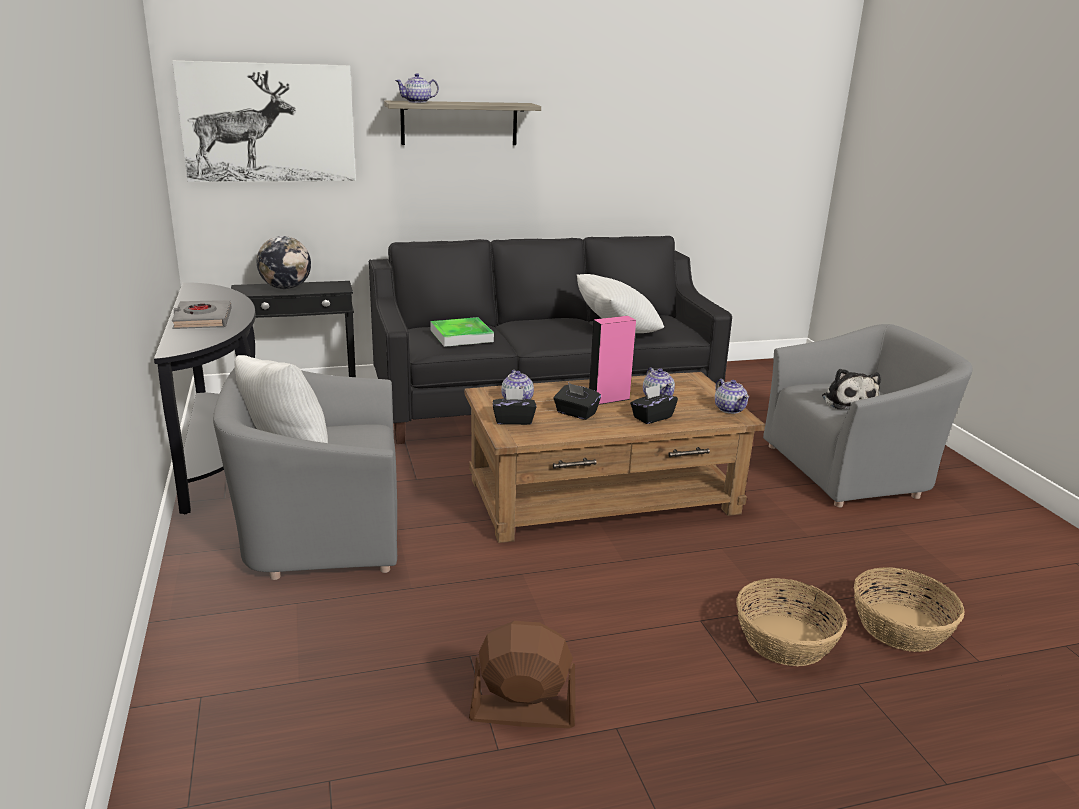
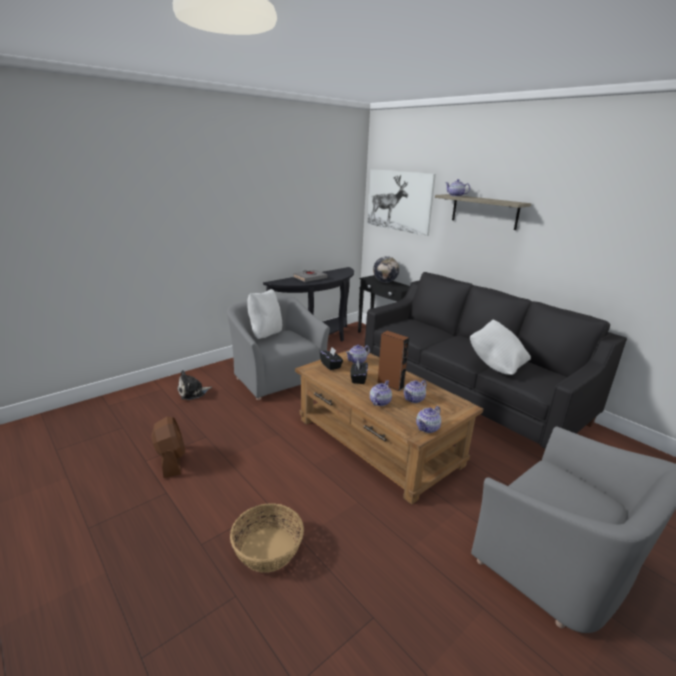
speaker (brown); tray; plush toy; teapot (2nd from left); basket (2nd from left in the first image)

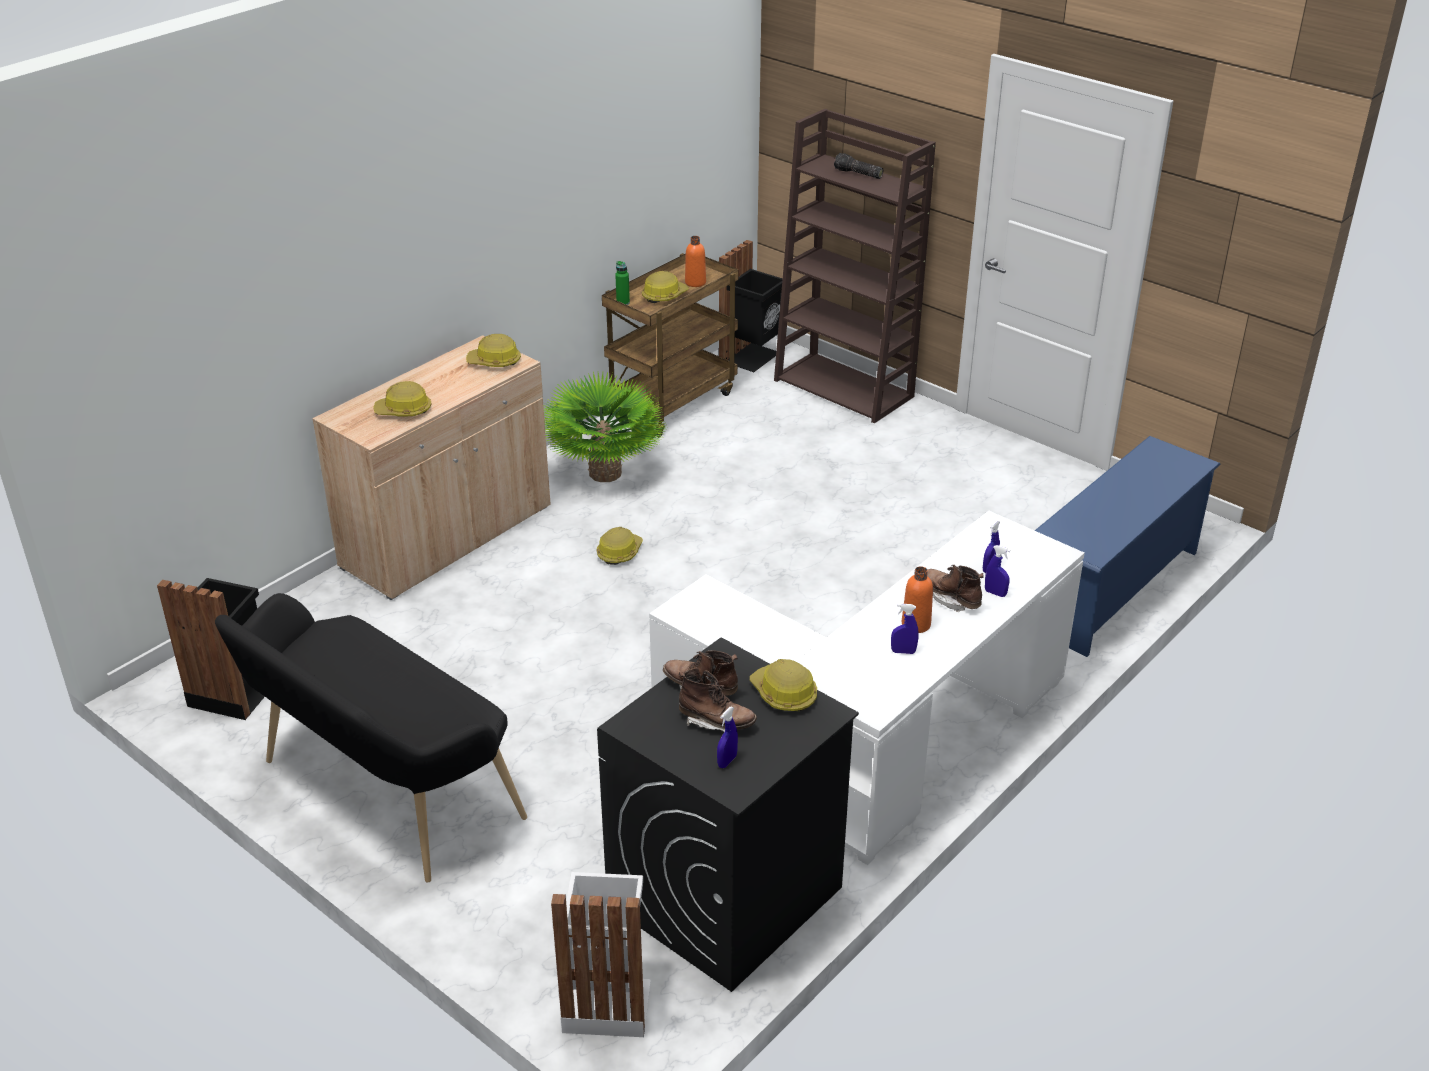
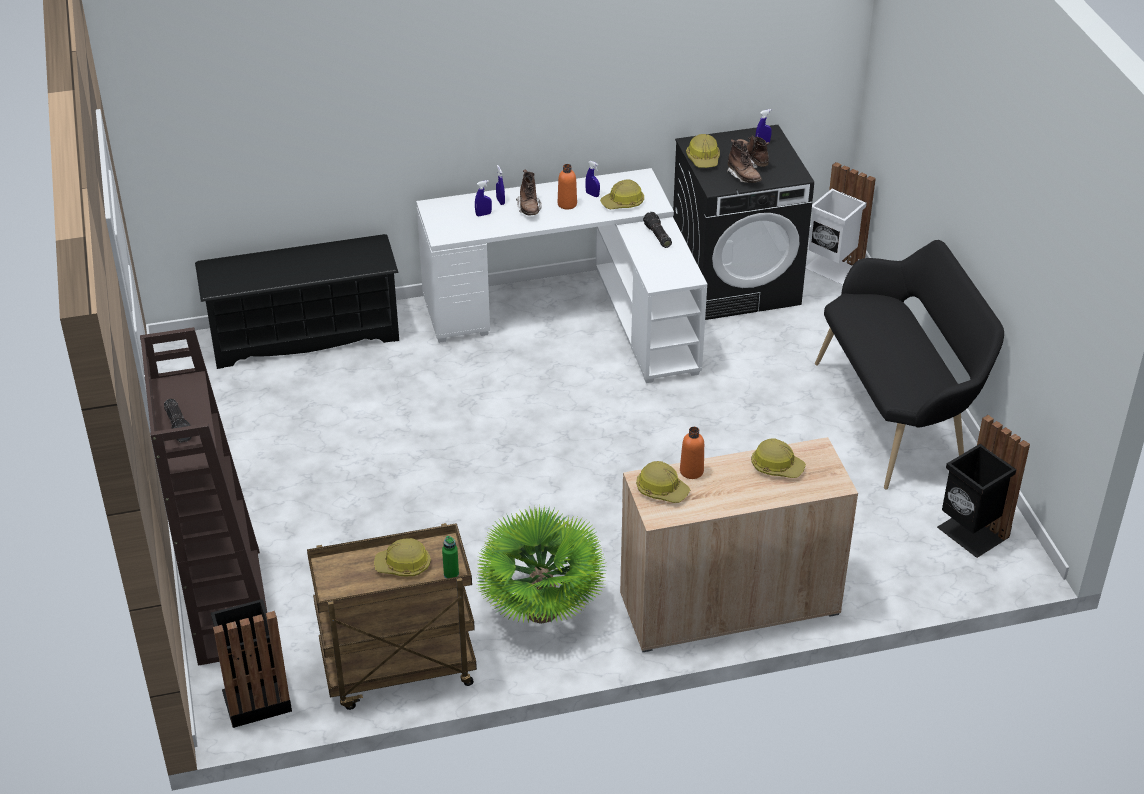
bottle (orange) (2nd from left); shoe rack (black); hard hat (2nd from left); flashlight (2nd from left)

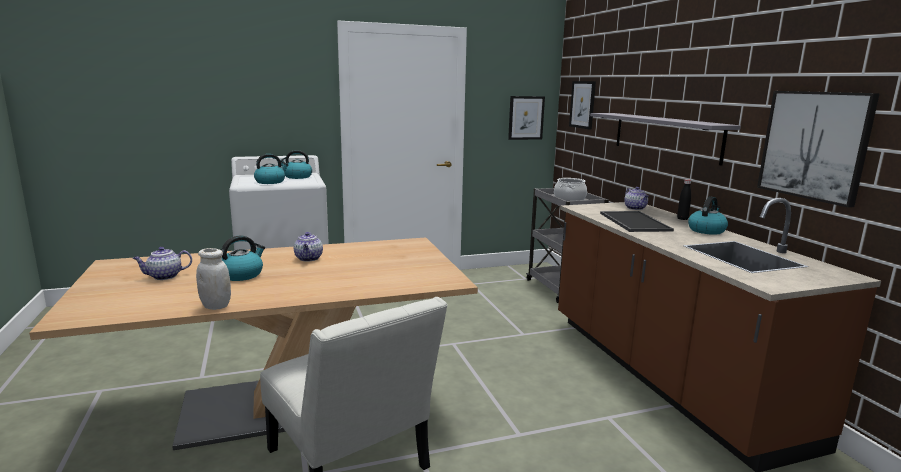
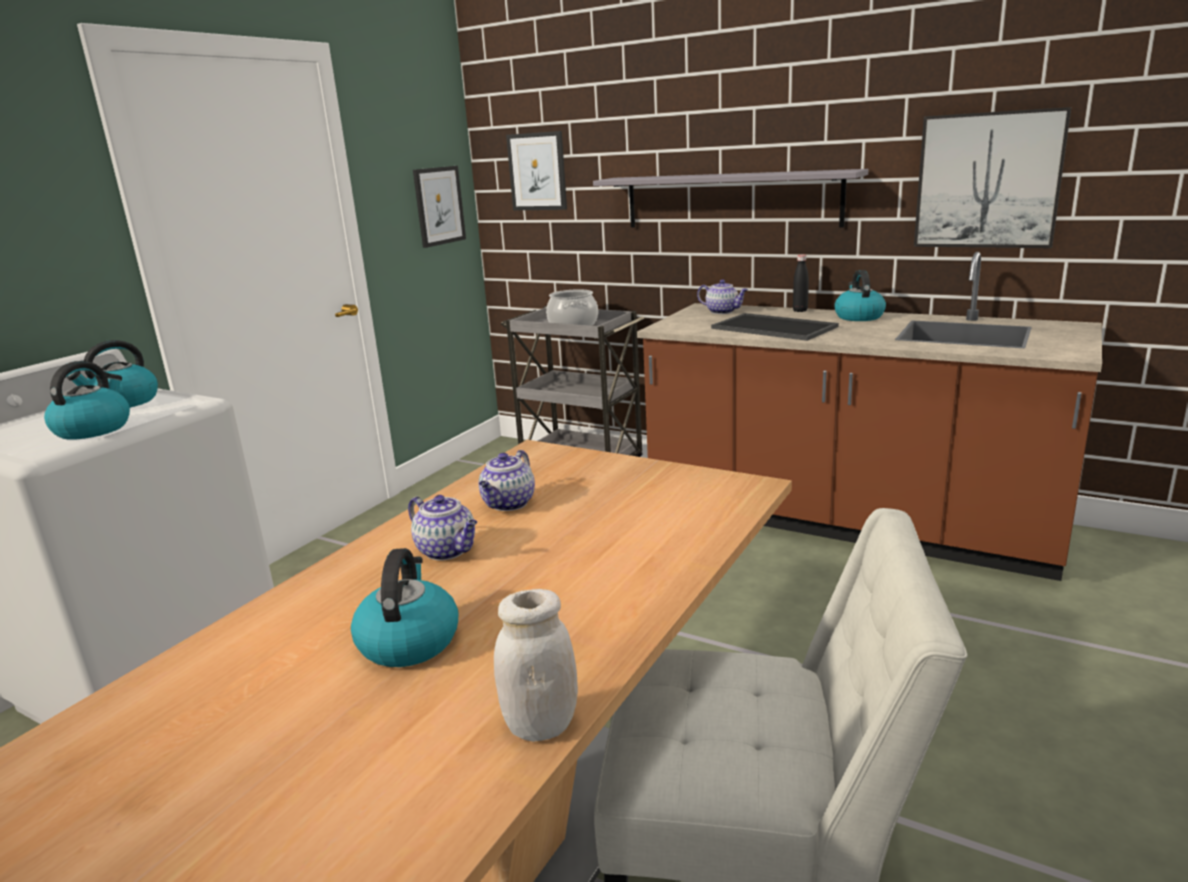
teapot (2nd from left)

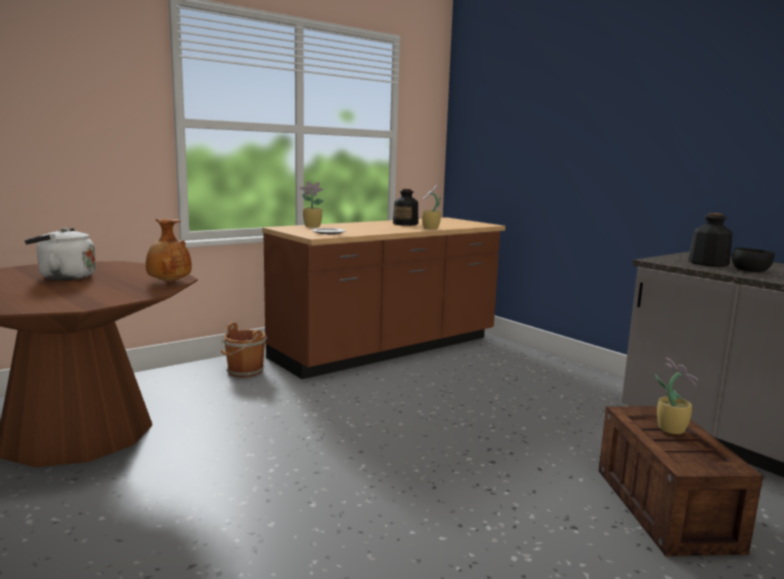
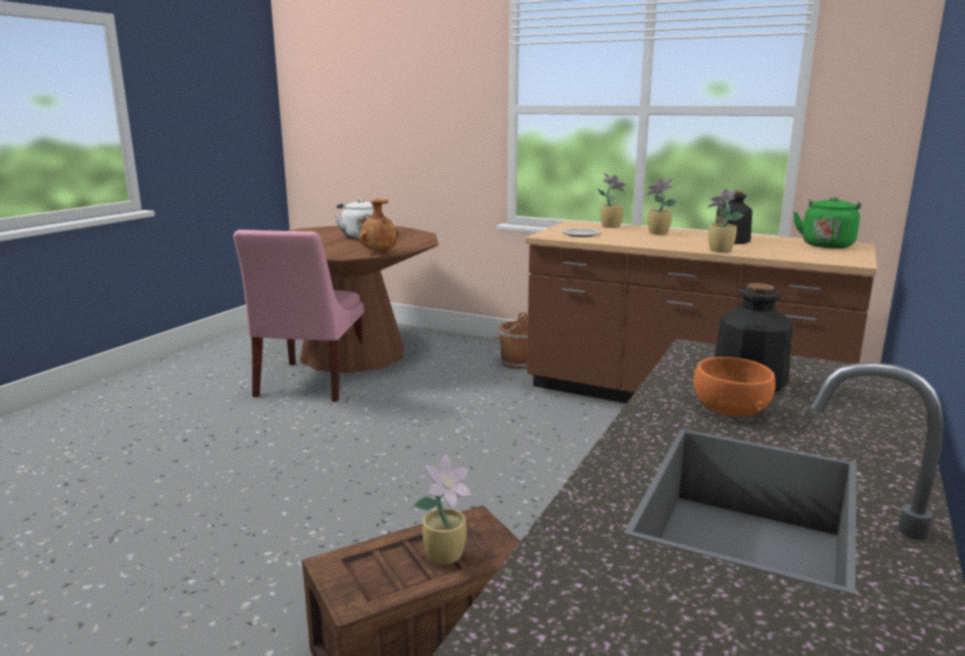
bowl (orange); potted plant (3rd from left); kettle (green); chair (pink)

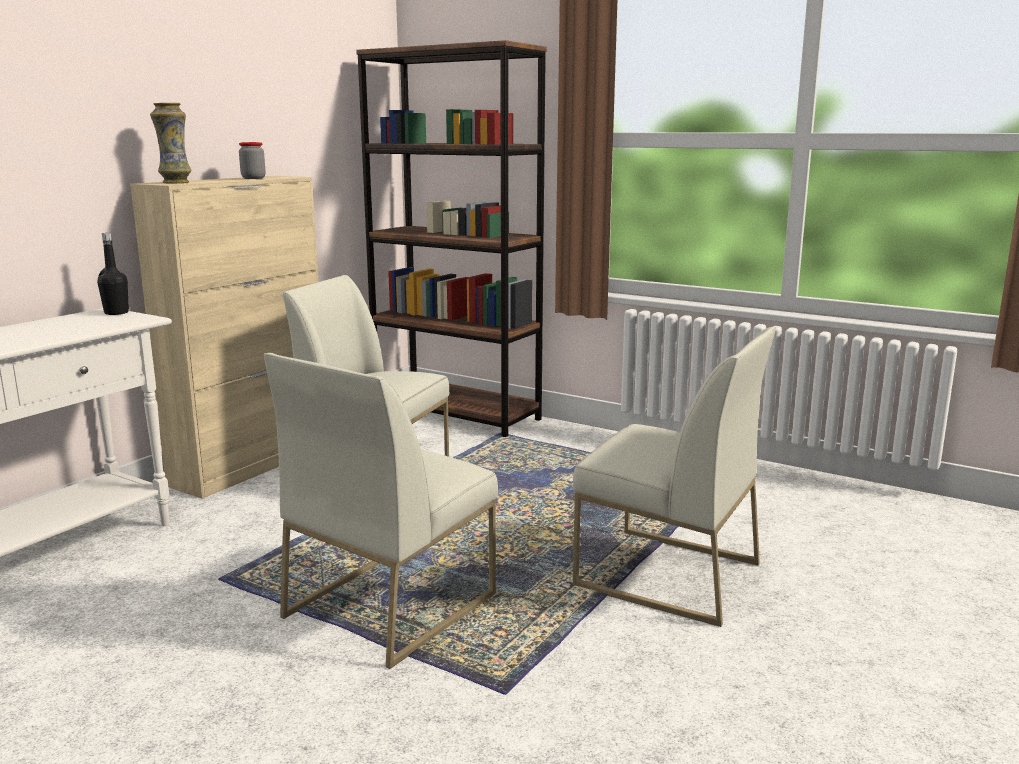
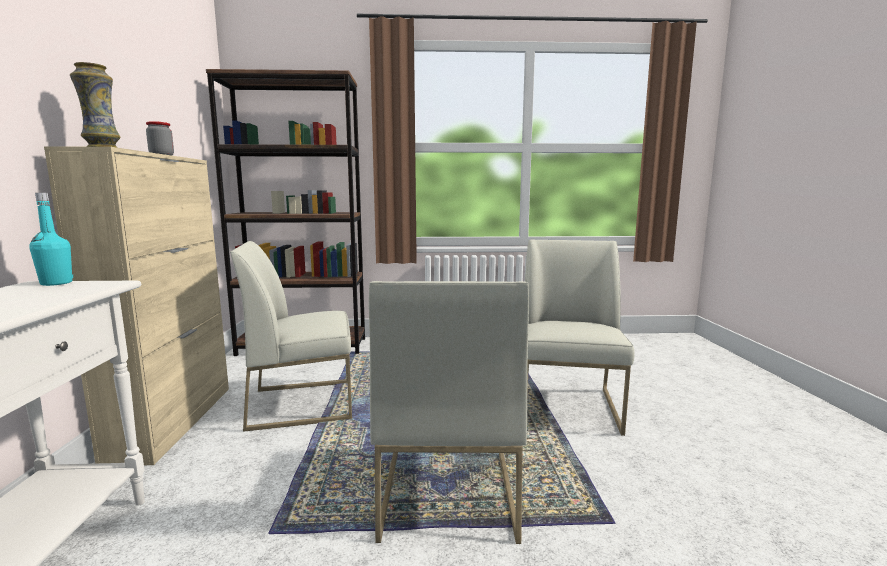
bottle (turquoise); chair (white) (3rd from left)

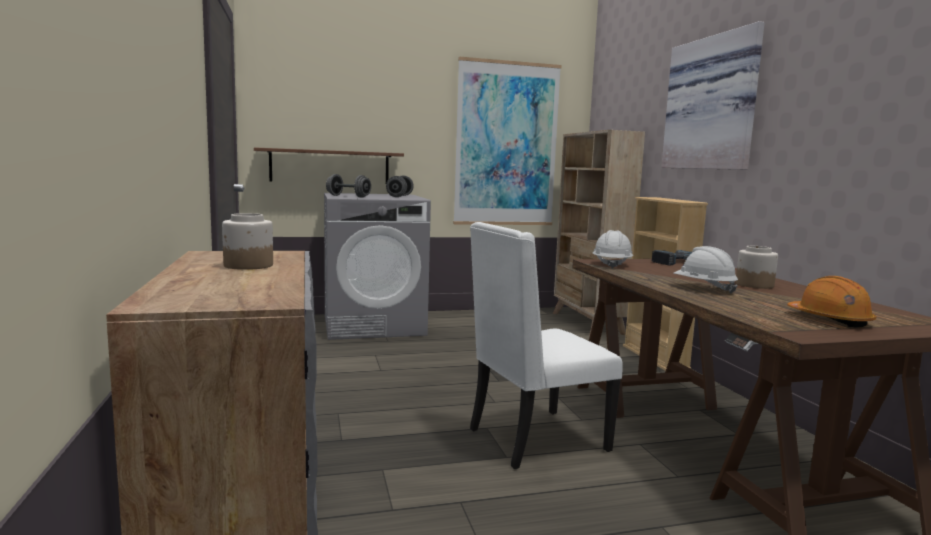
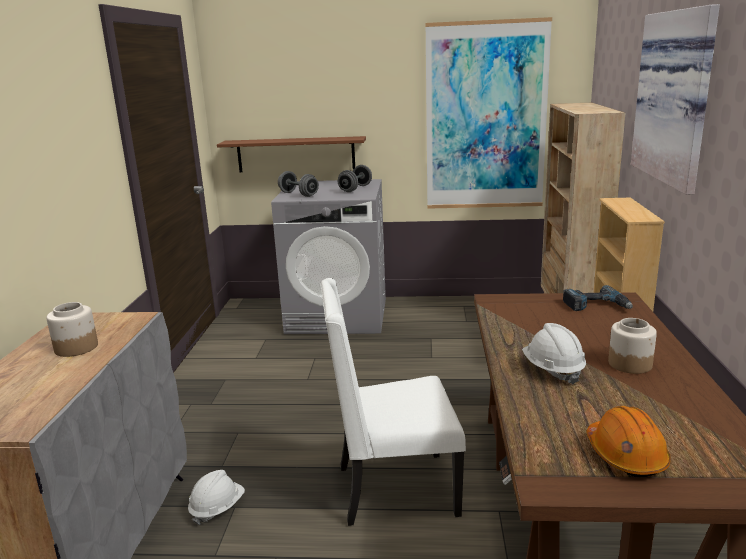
hard hat (white) (1st from left)

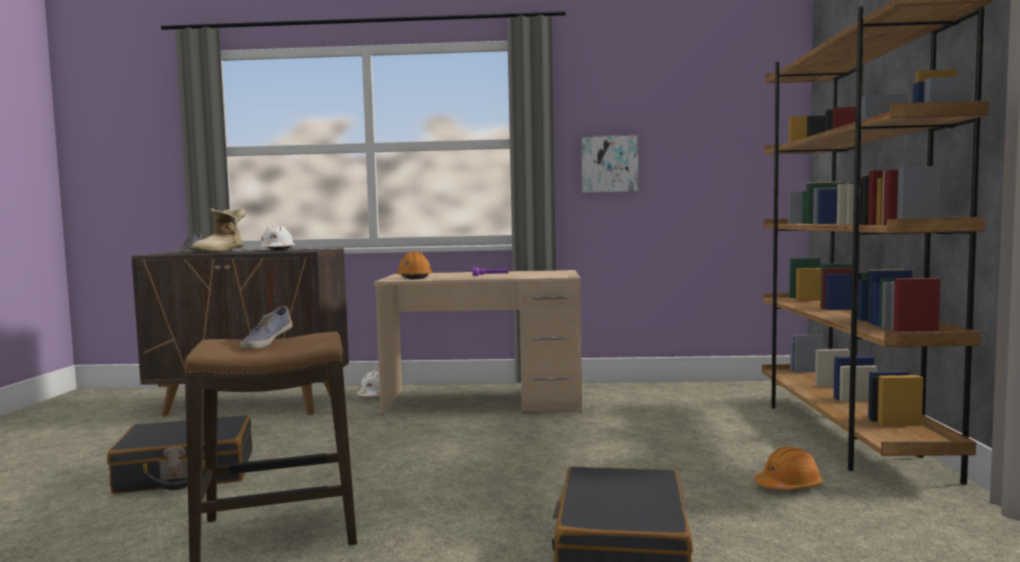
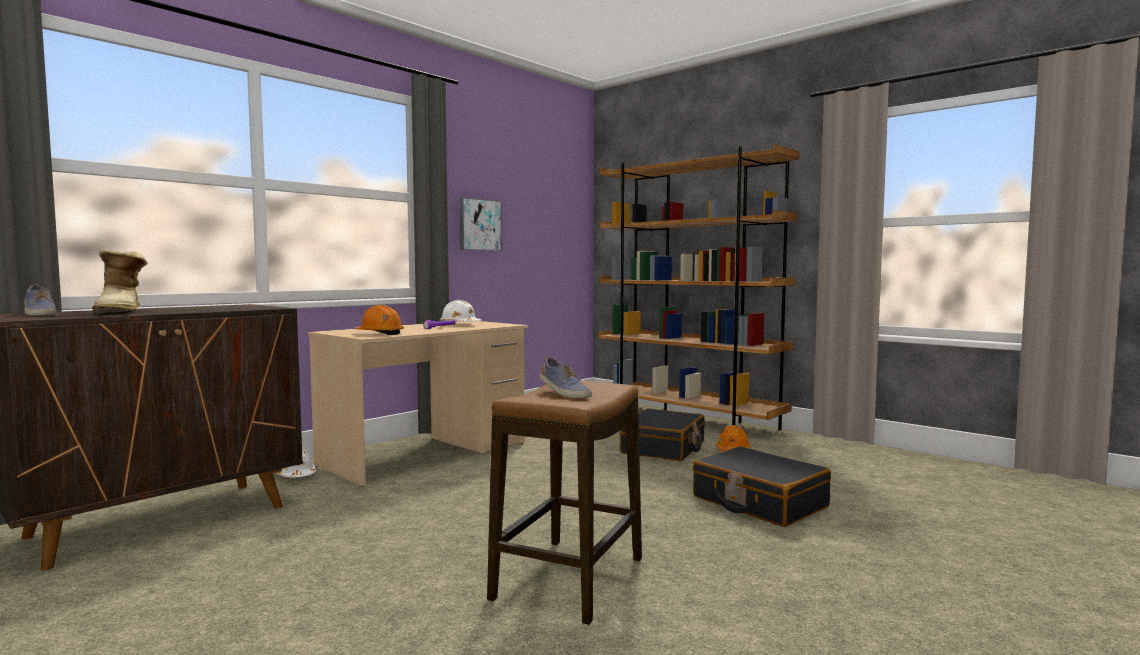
hard hat (white) (2nd from left); suitcase (black) (1st from left)

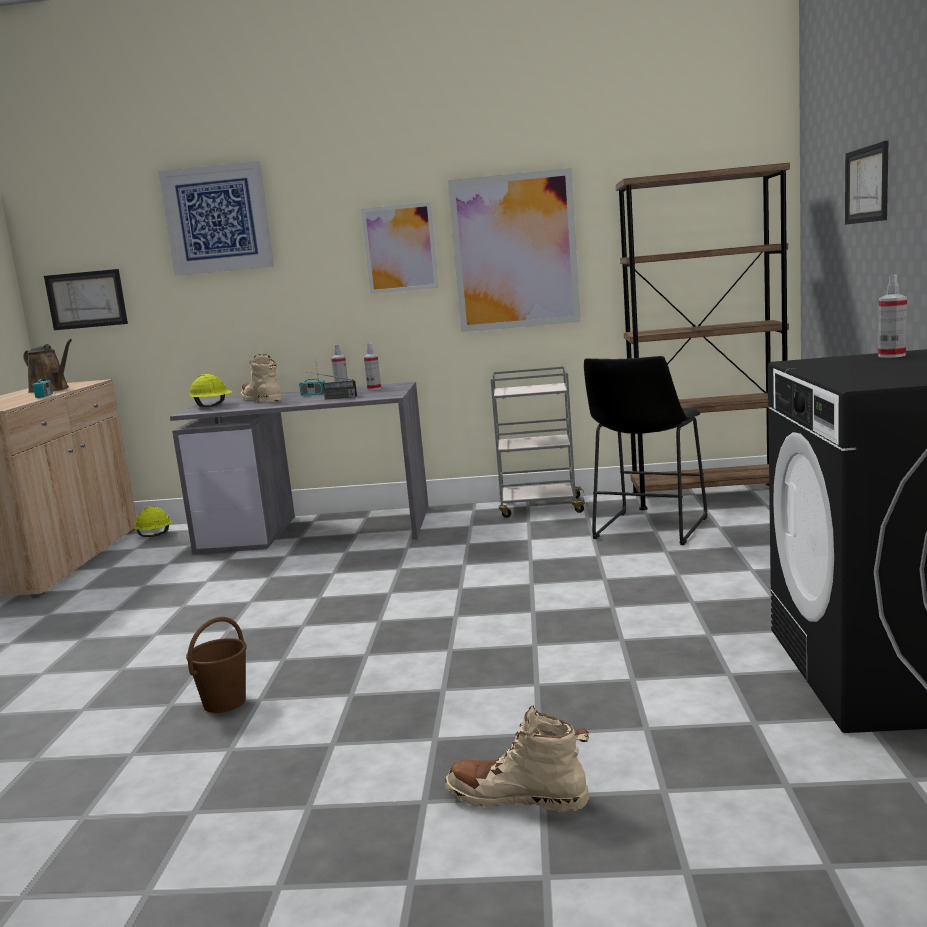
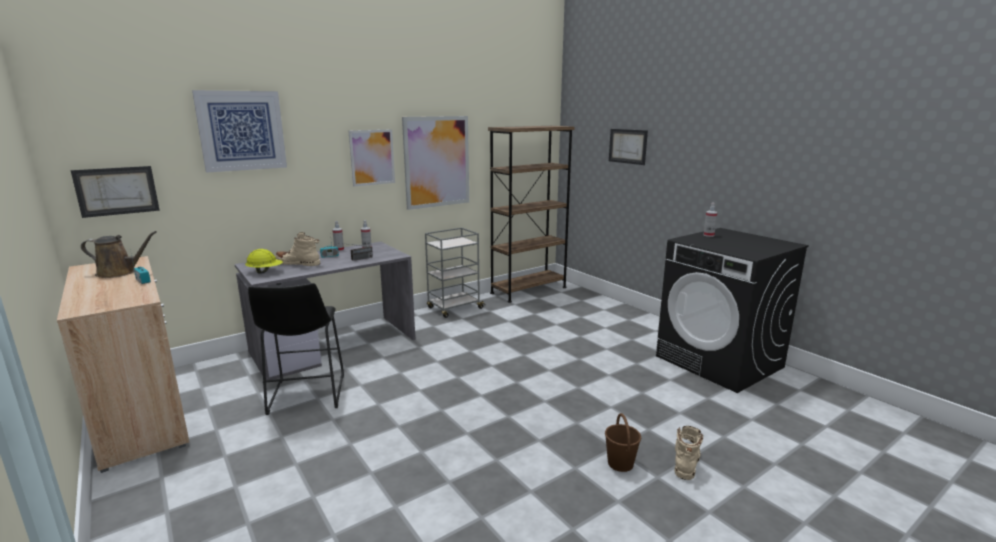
stool (black); hard hat (yellow) (1st from left in the first image); bucket (brown); boot (beige) (2nd from left)

